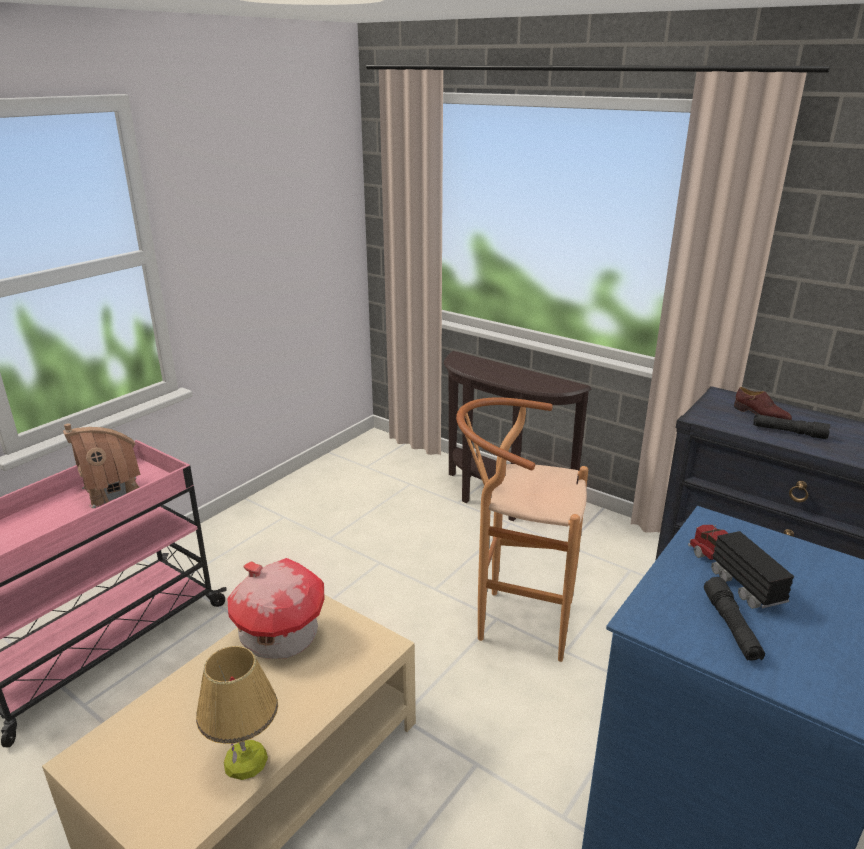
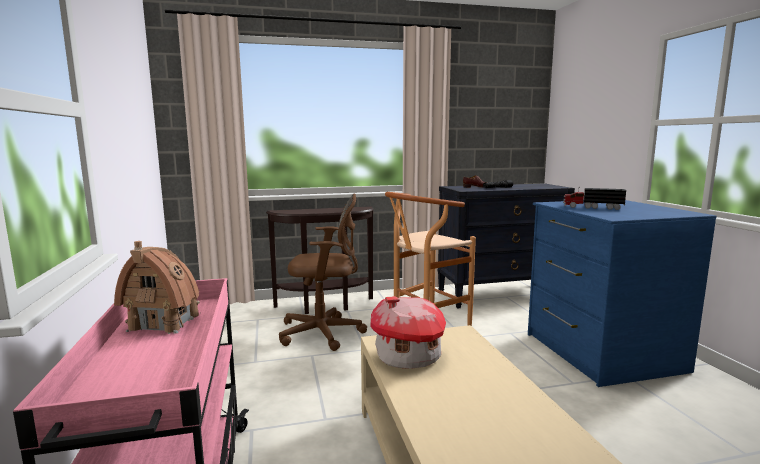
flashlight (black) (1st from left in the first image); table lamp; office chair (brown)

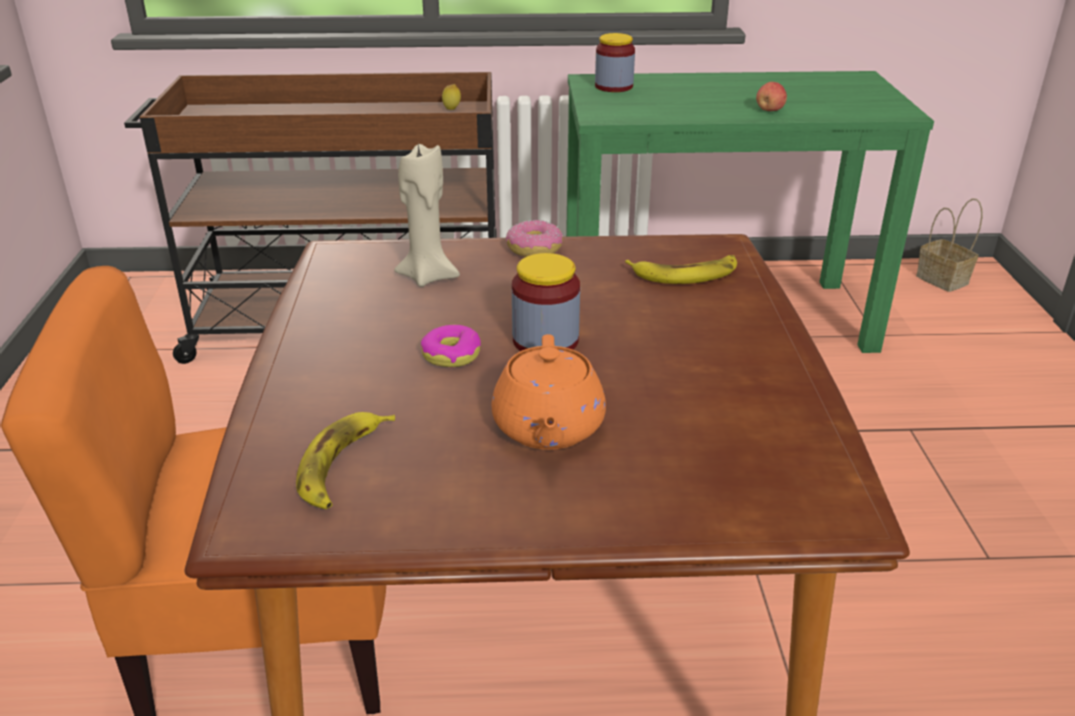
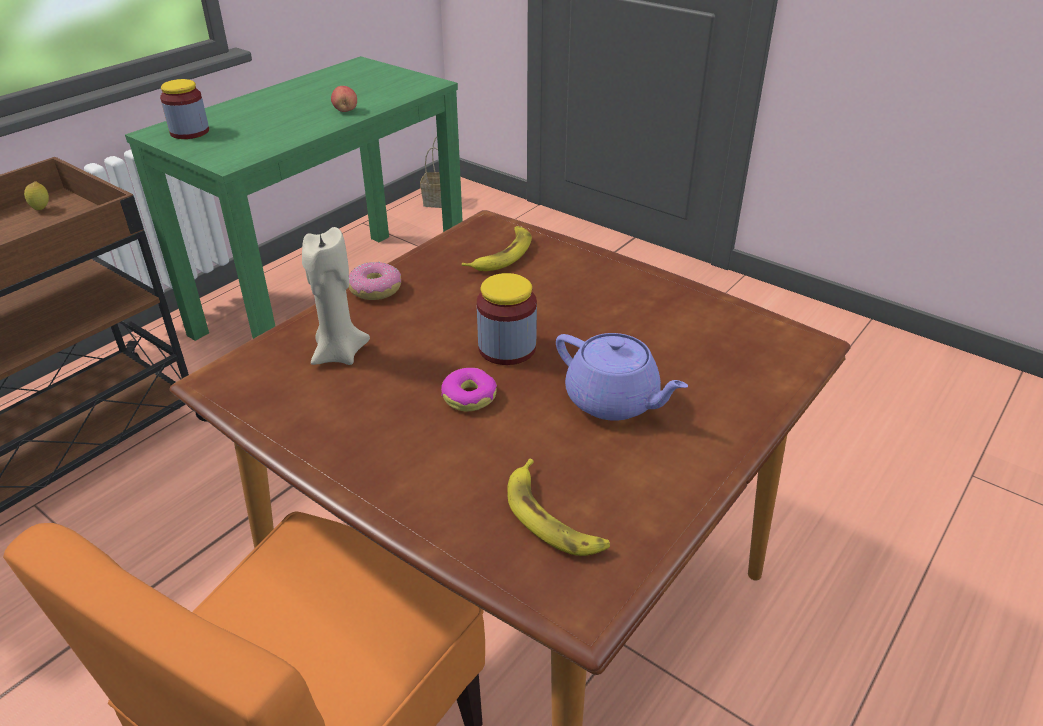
teapot (purple)

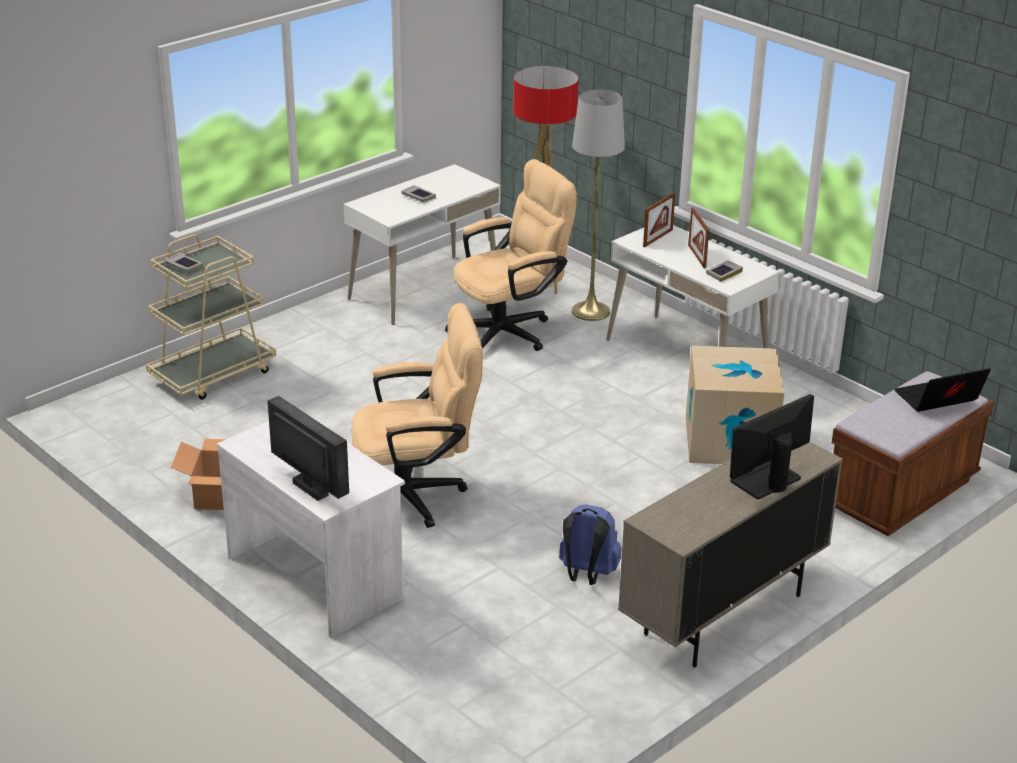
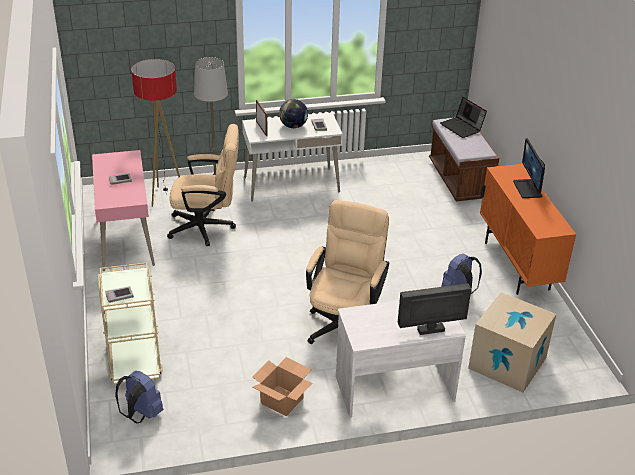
office chair (beige) (1st from left); desk (pink); globe; cardboard box (2nd from left); laptop; cabinet (orange); backpack (blue) (1st from left)

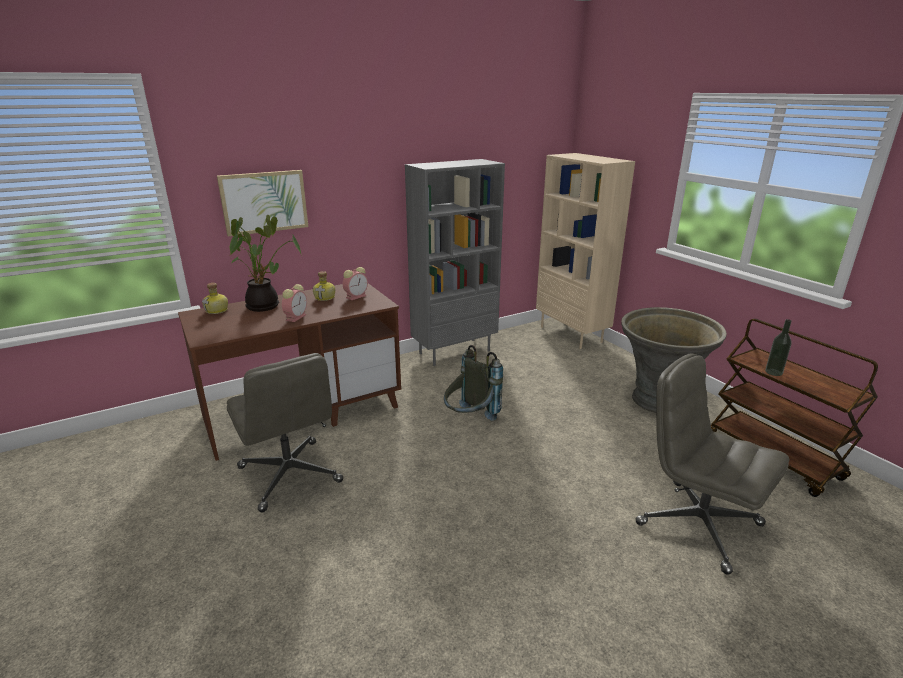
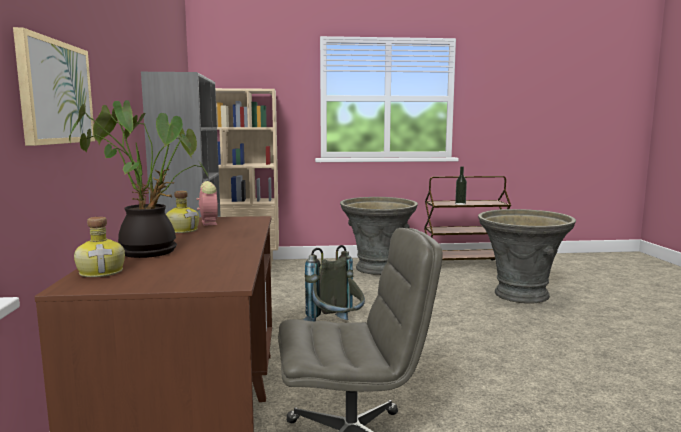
alarm clock (1st from left in the first image); planter (grey) (2nd from left)

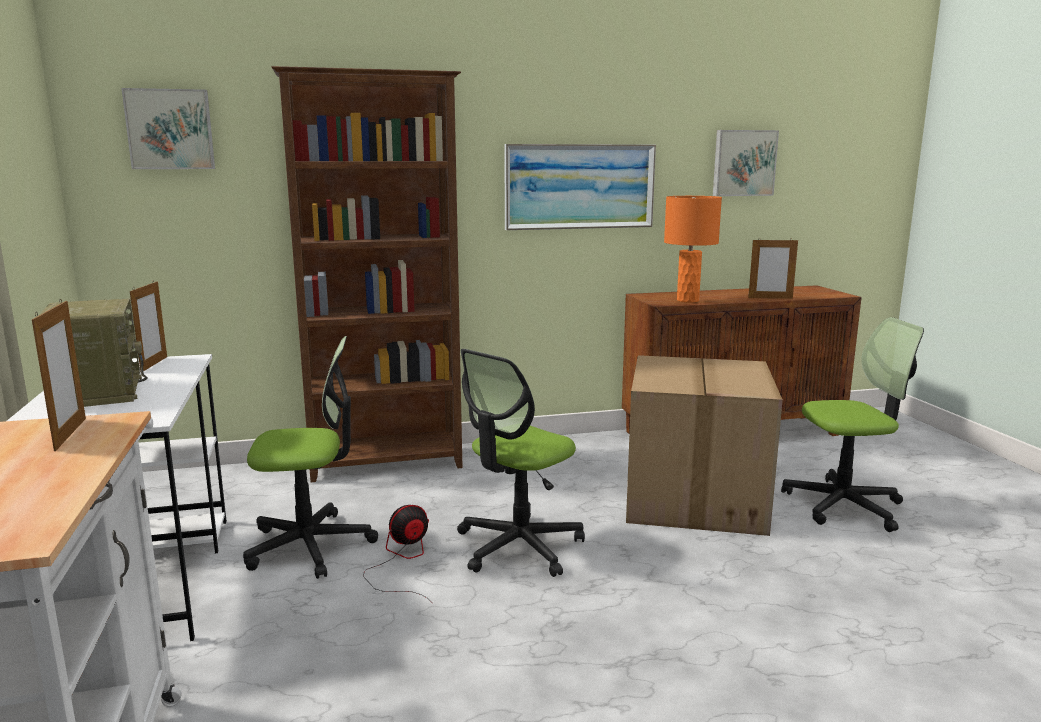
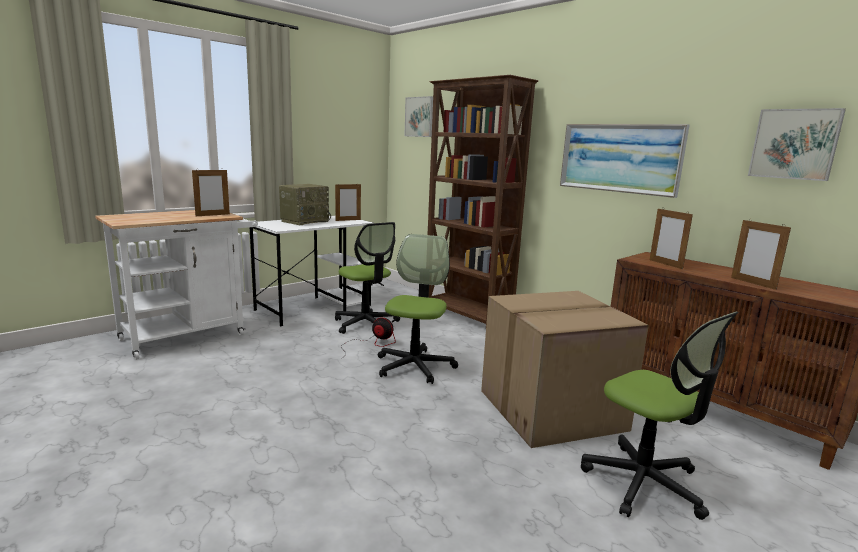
picture frame (3rd from left); office chair (2nd from left)

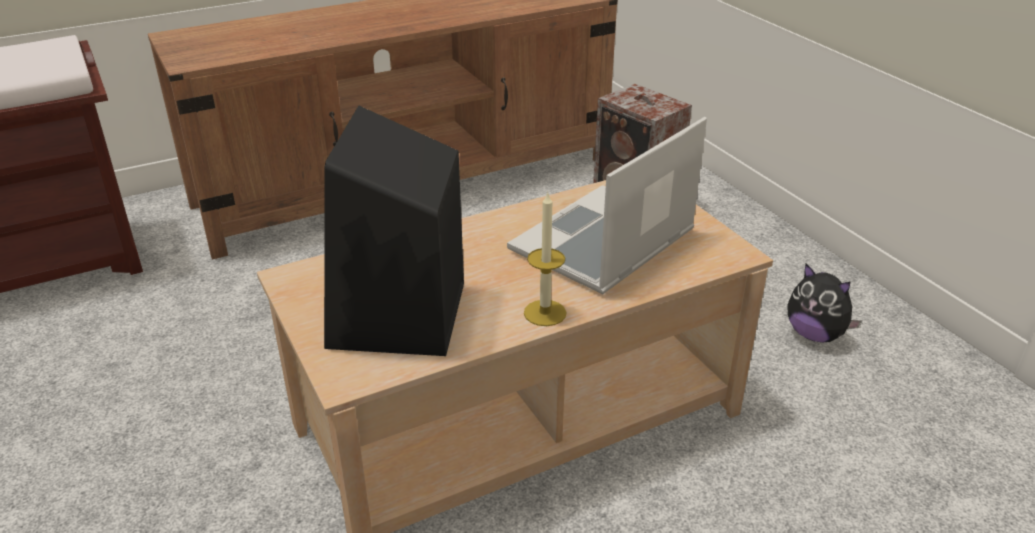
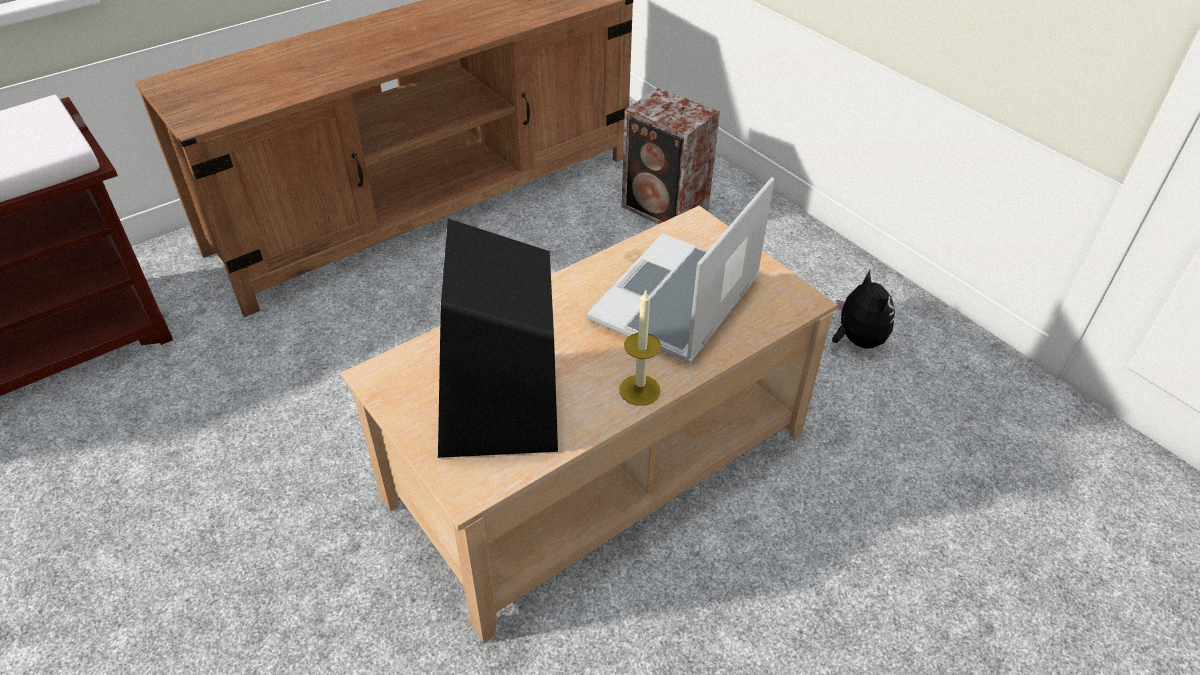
plush toy

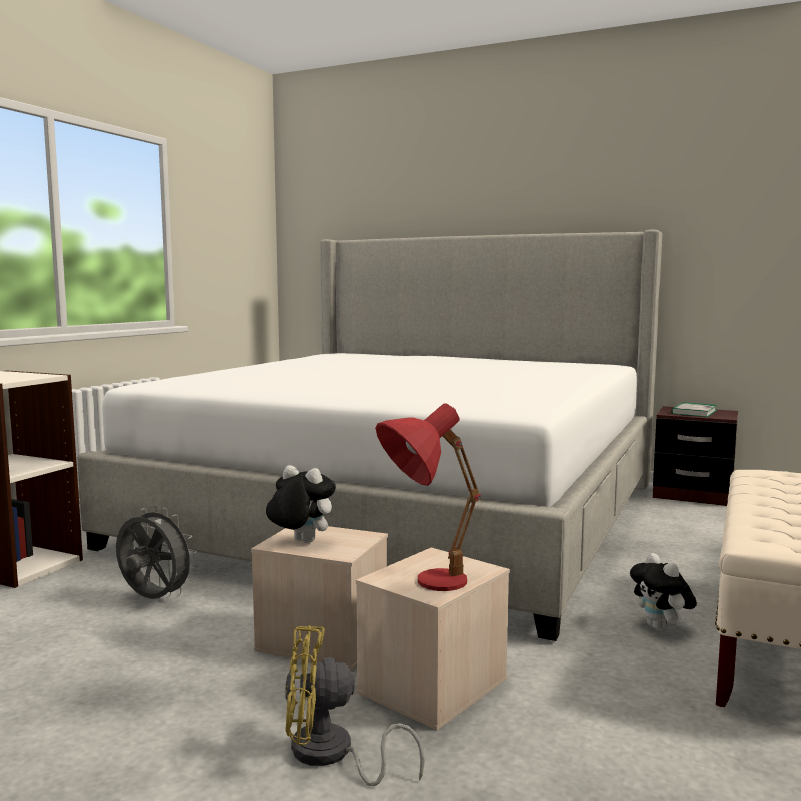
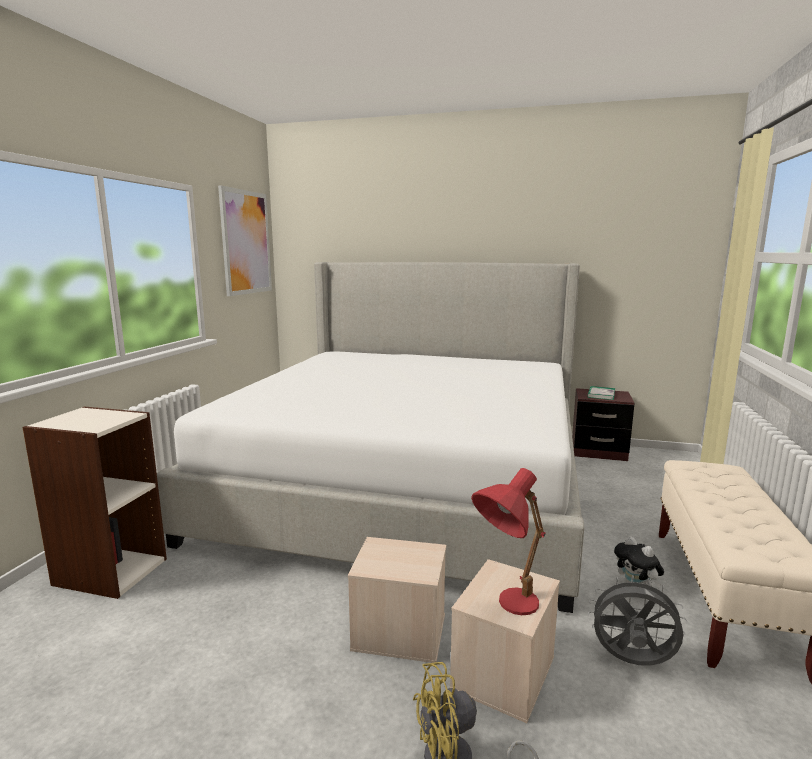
plush toy (1st from left in the first image); fan (grey); picture

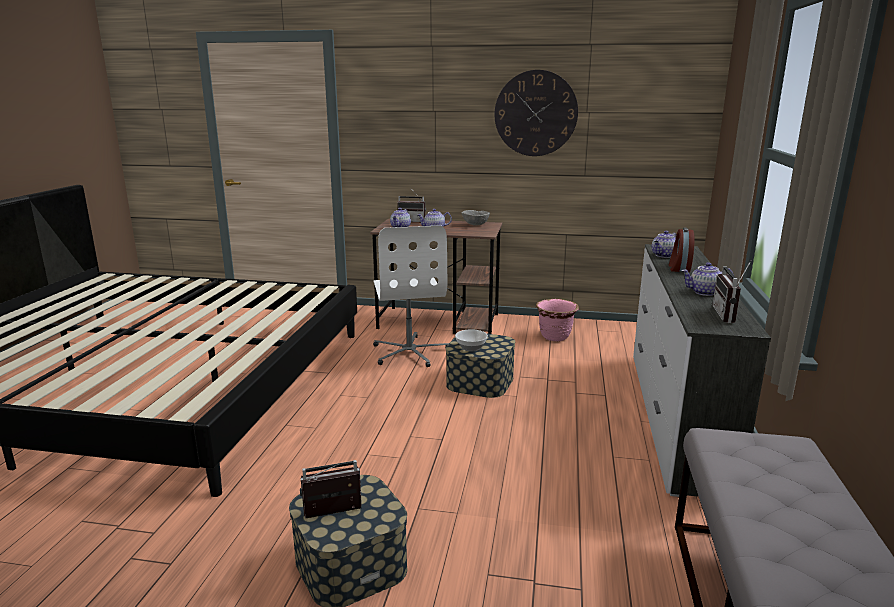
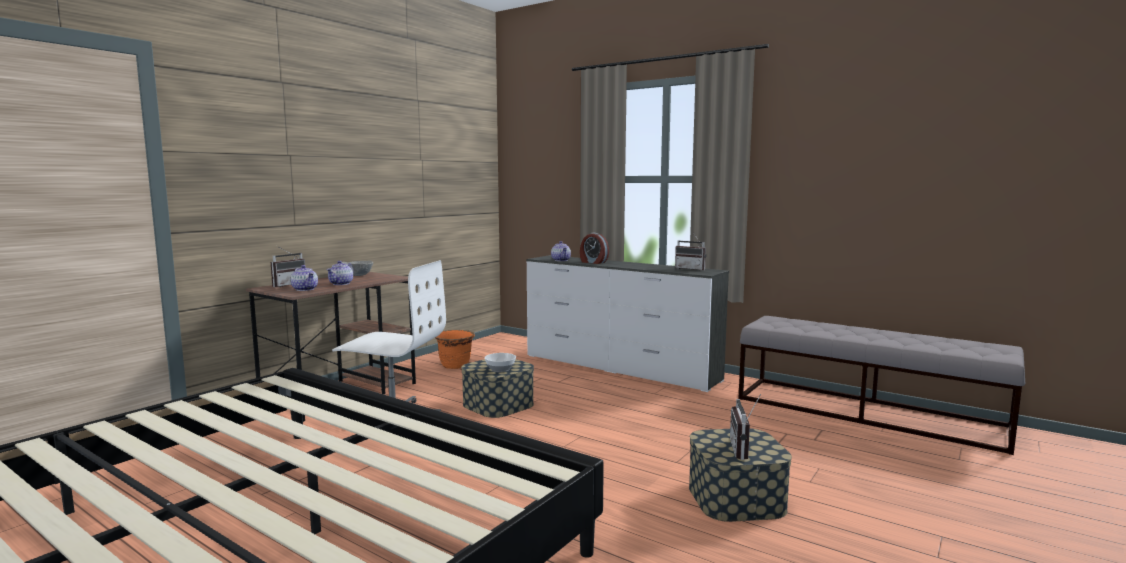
wall clock; teapot (4th from left in the first image); planter (orange)

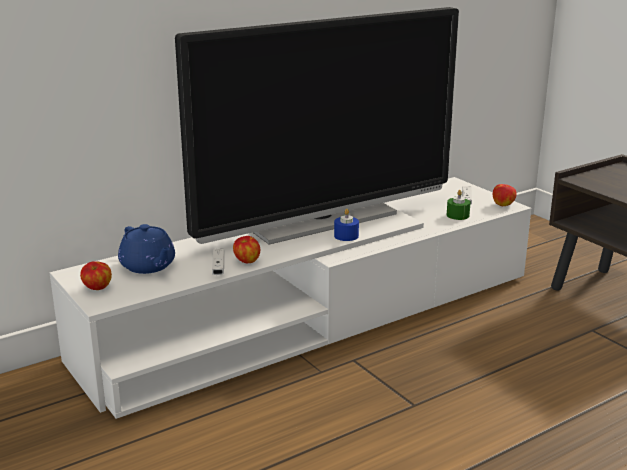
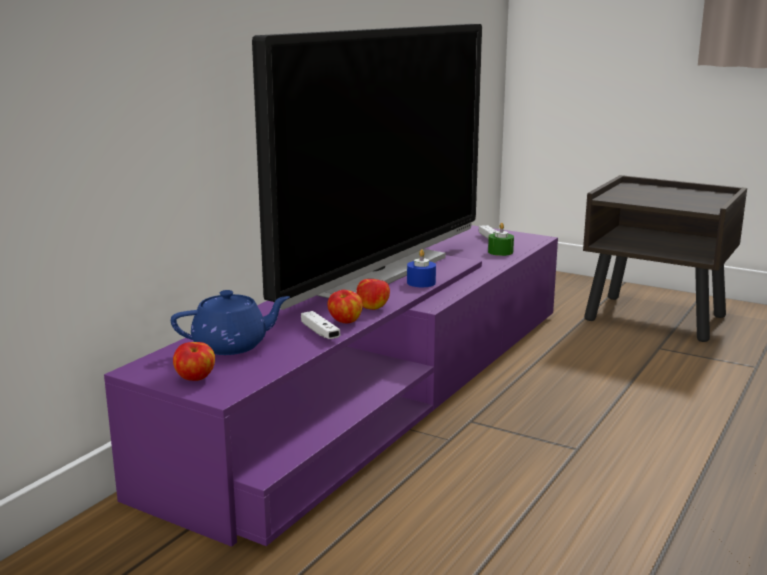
tv stand (purple); apple (3rd from left); teapot (blue)

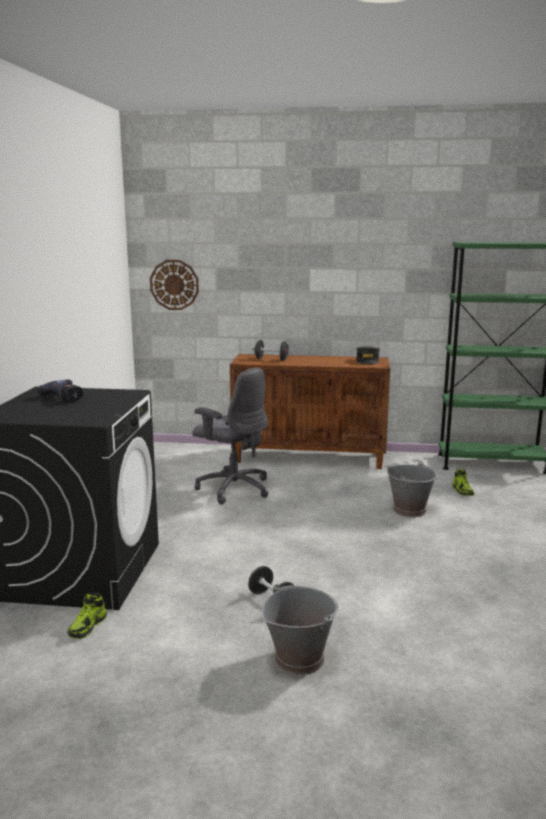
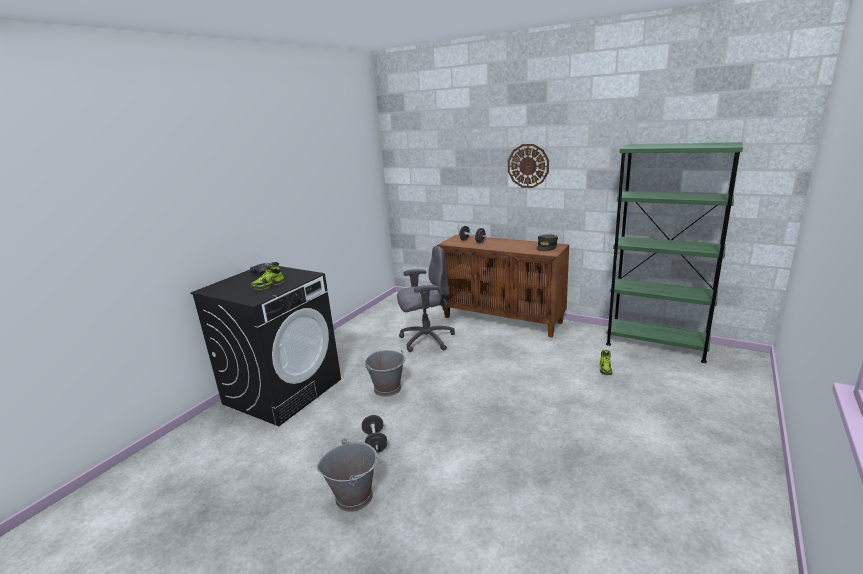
wall clock; office chair (grey); bucket (grey) (2nd from left); shoe (1st from left)

